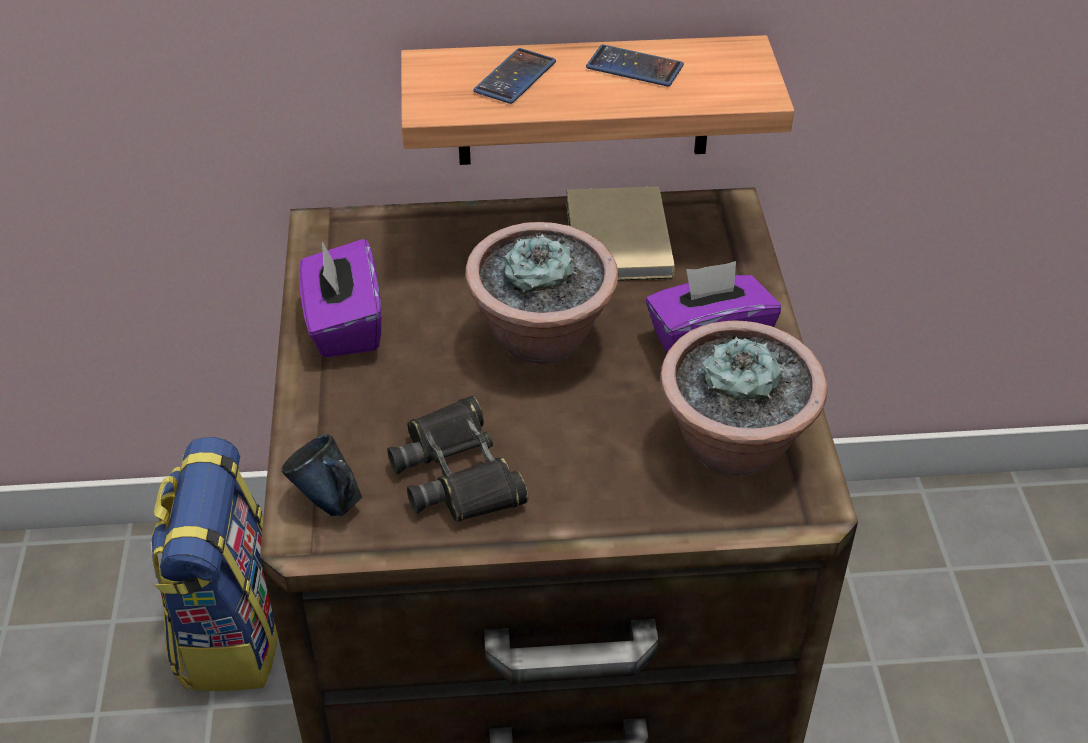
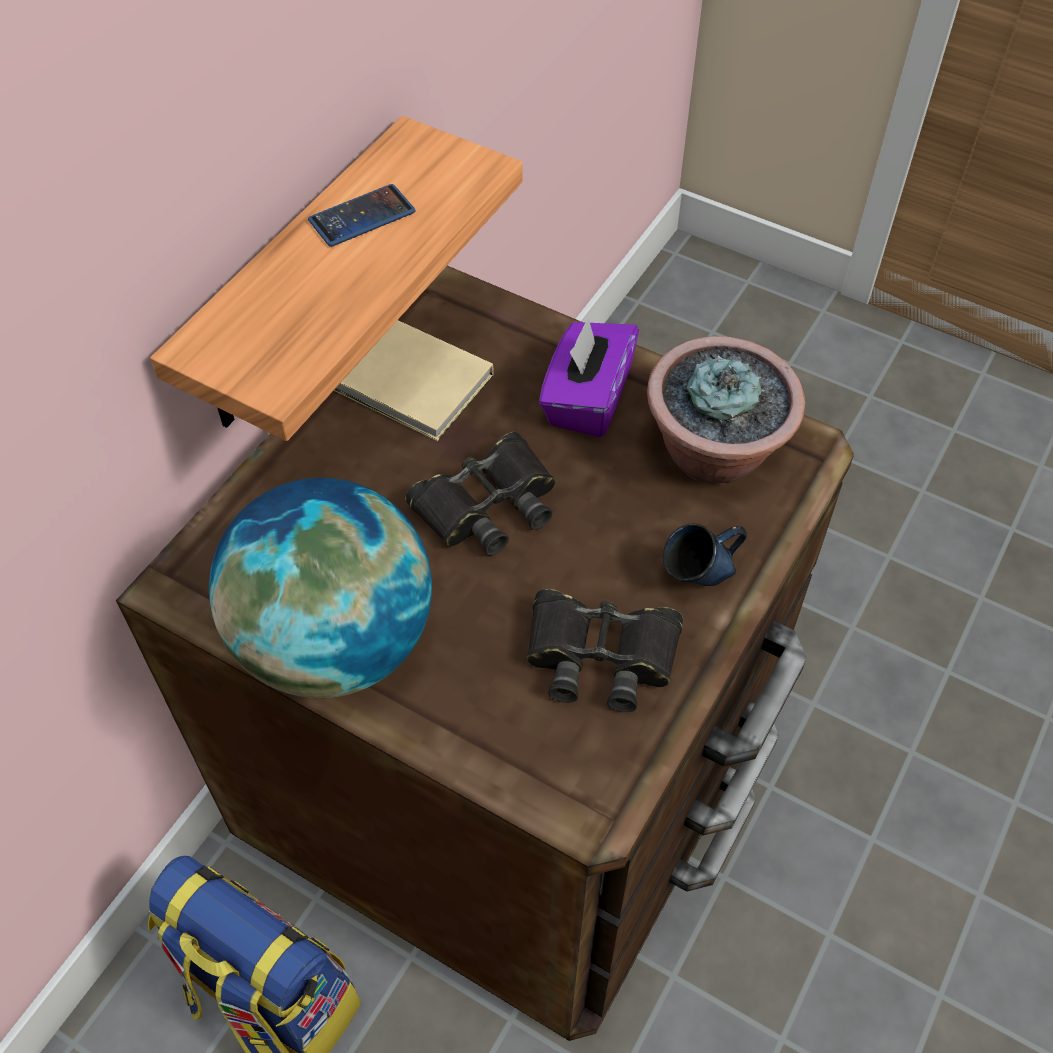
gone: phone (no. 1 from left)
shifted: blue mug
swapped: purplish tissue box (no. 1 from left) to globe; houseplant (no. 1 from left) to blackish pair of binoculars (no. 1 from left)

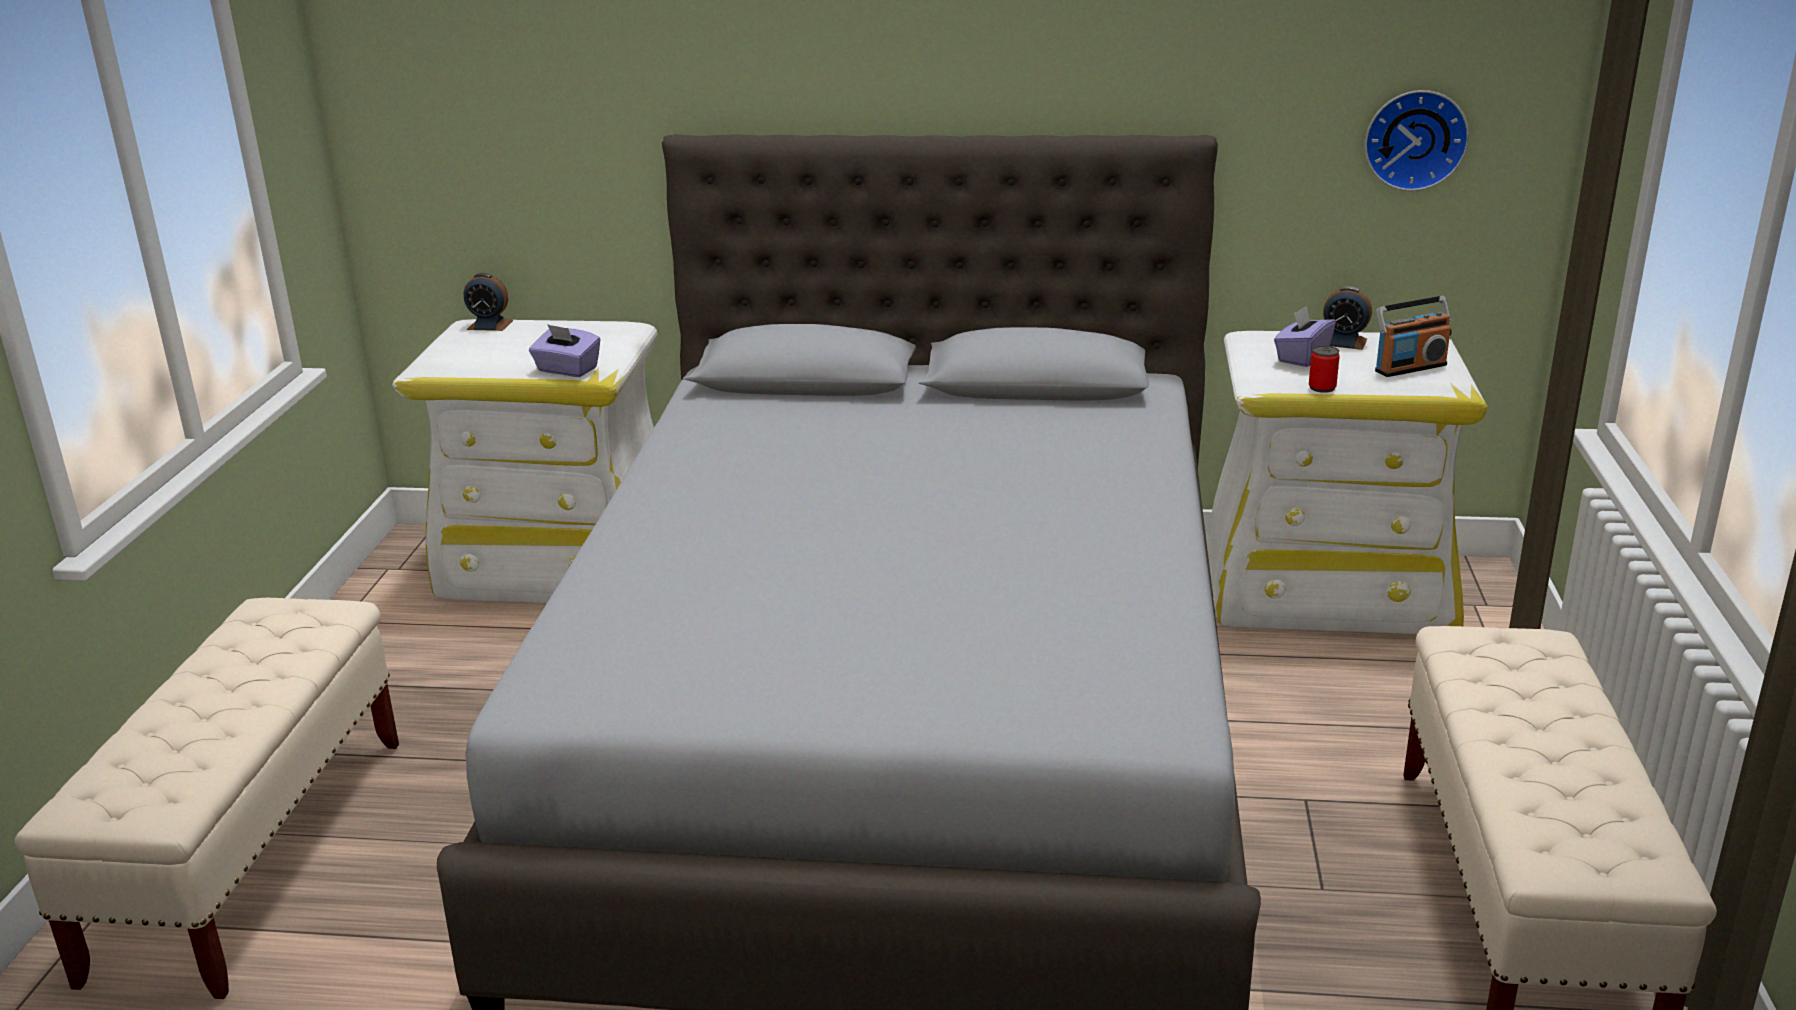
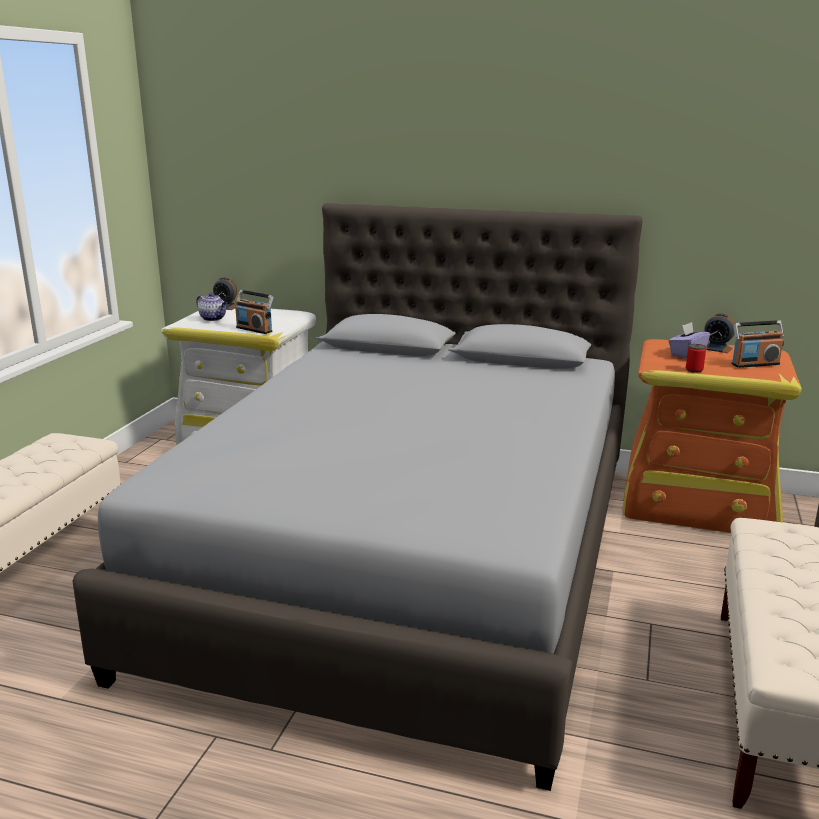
gone: hanging clock
new: pot for tea
swapped: purplish tissue box (no. 1 from left) to radio receiver (no. 1 from left)
repainted: whitish nightstand (no. 2 from left) to orange-coloured nightstand

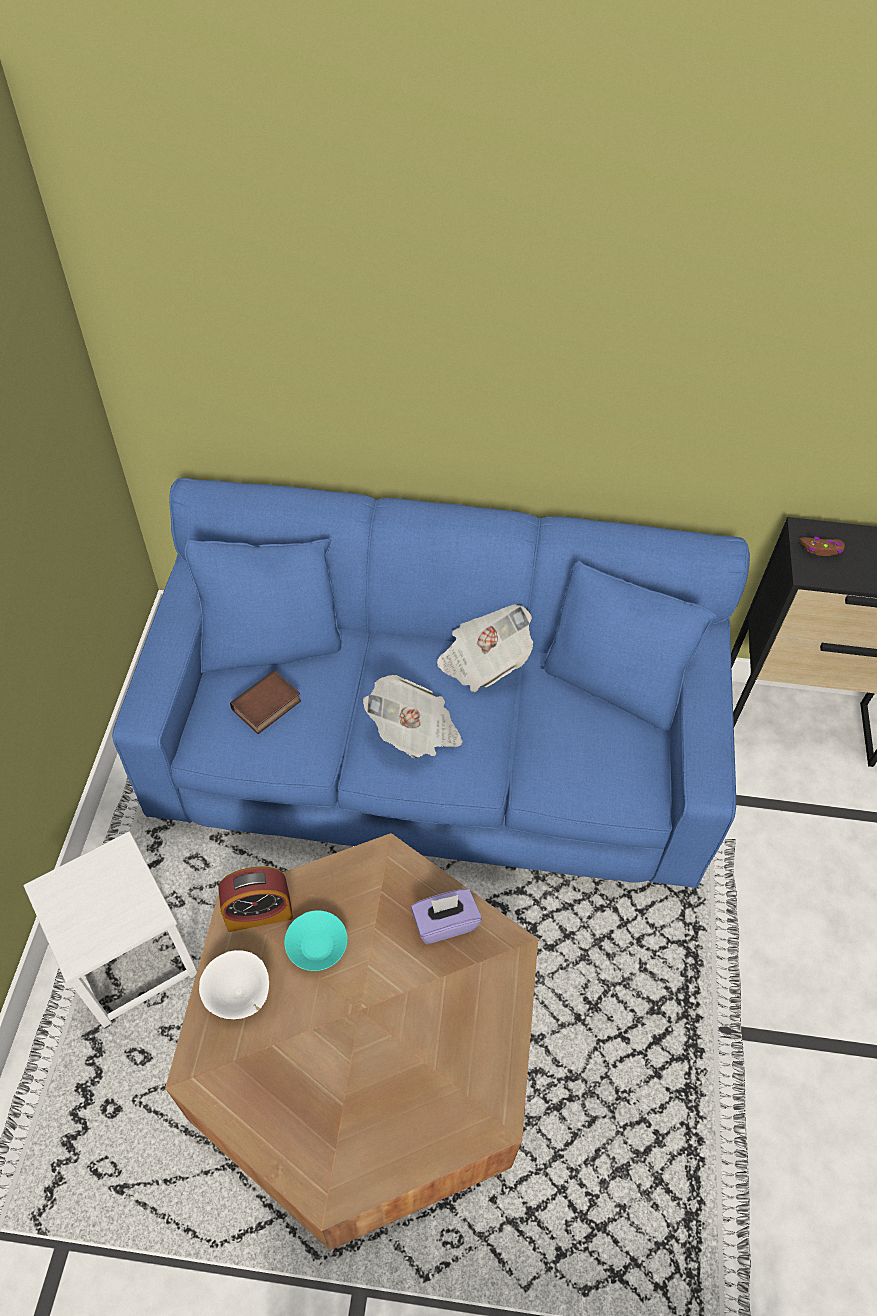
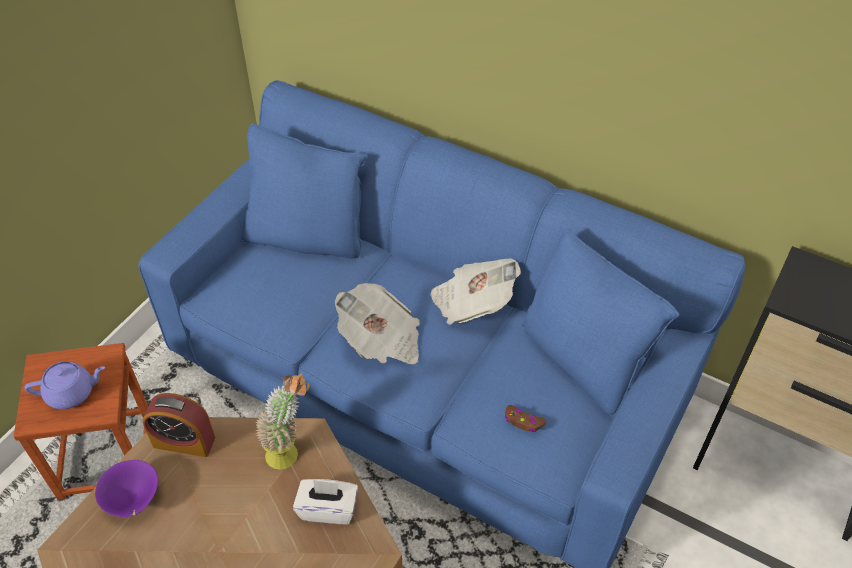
gone: bound book; turquoise serving bowl
new: purplish pot for tea; houseplant
shifted: brownish gamepad
repainted: whitish sitting stool to brownish sitting stool; whitish serving bowl to purplish serving bowl; purplish tissue box to whitish tissue box

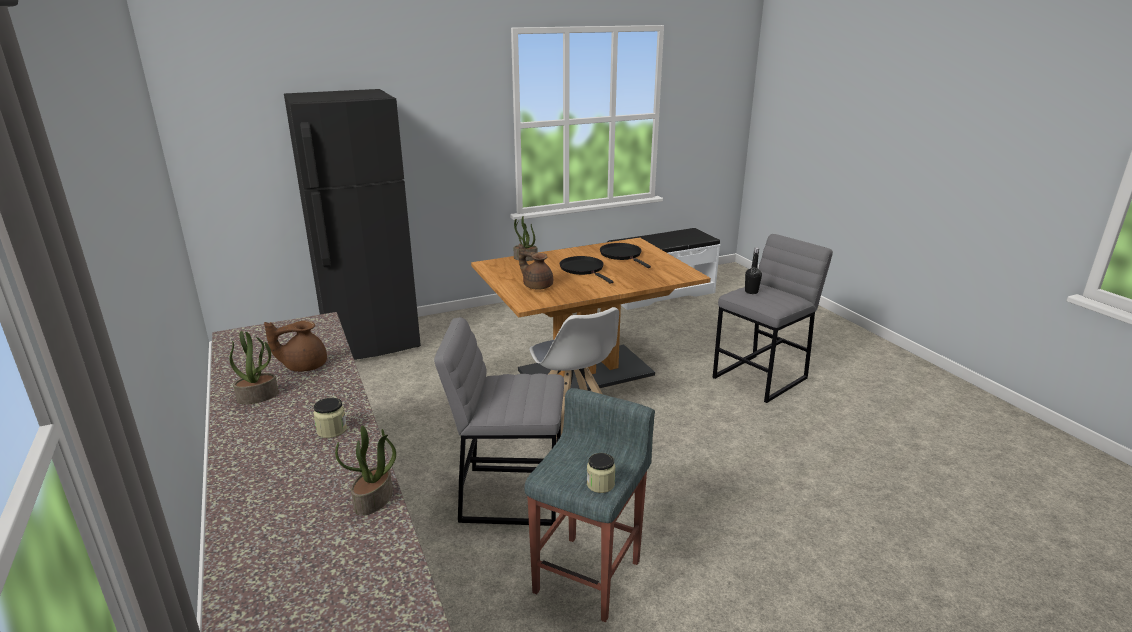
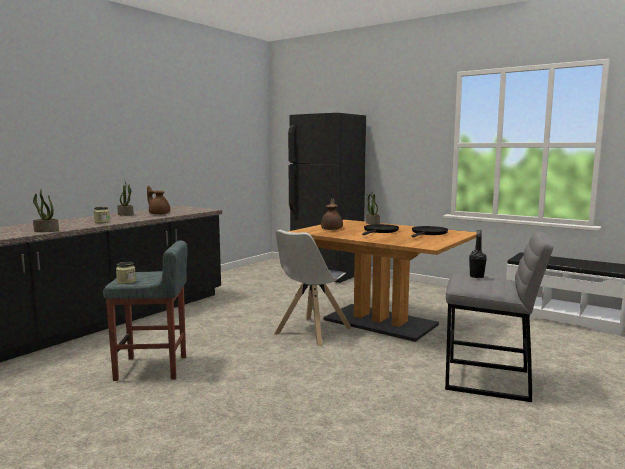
gone: greyish sitting stool (no. 1 from left)

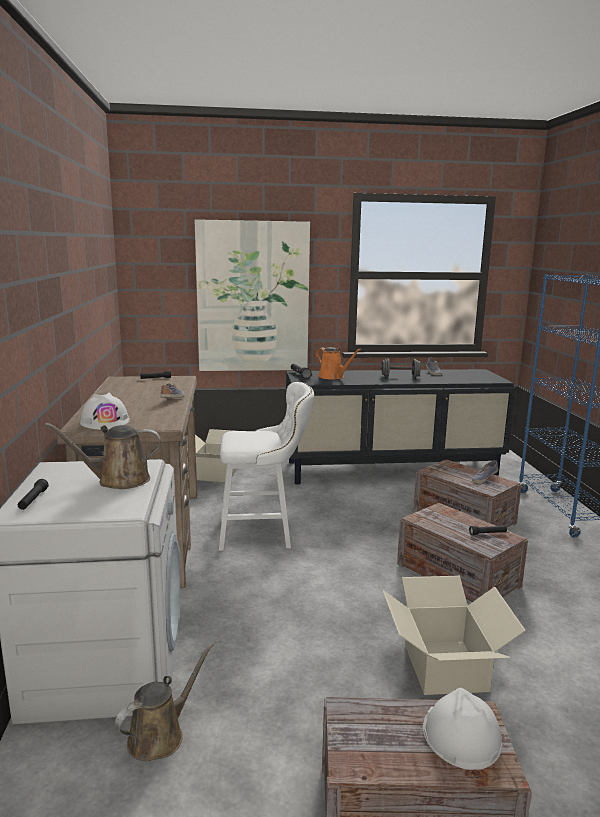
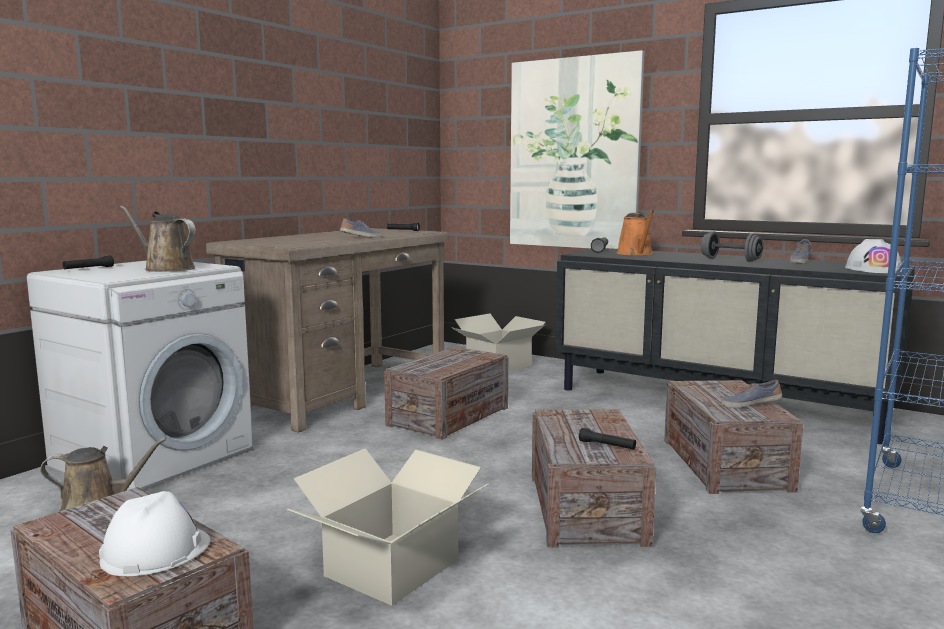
shifted: whitish safety helmet (no. 1 from left in the first image) to whitish safety helmet (no. 2 from left)
swapped: whitish sitting stool to shipping crate (no. 2 from left)

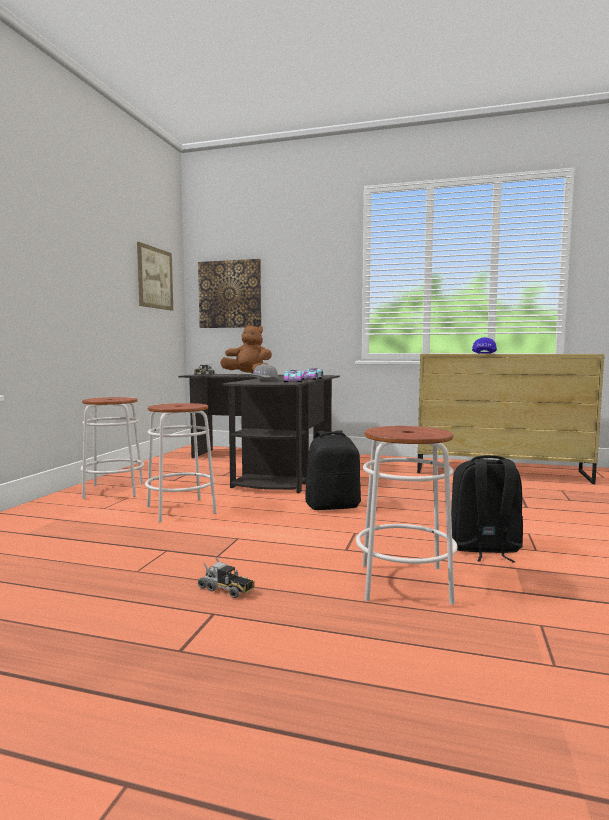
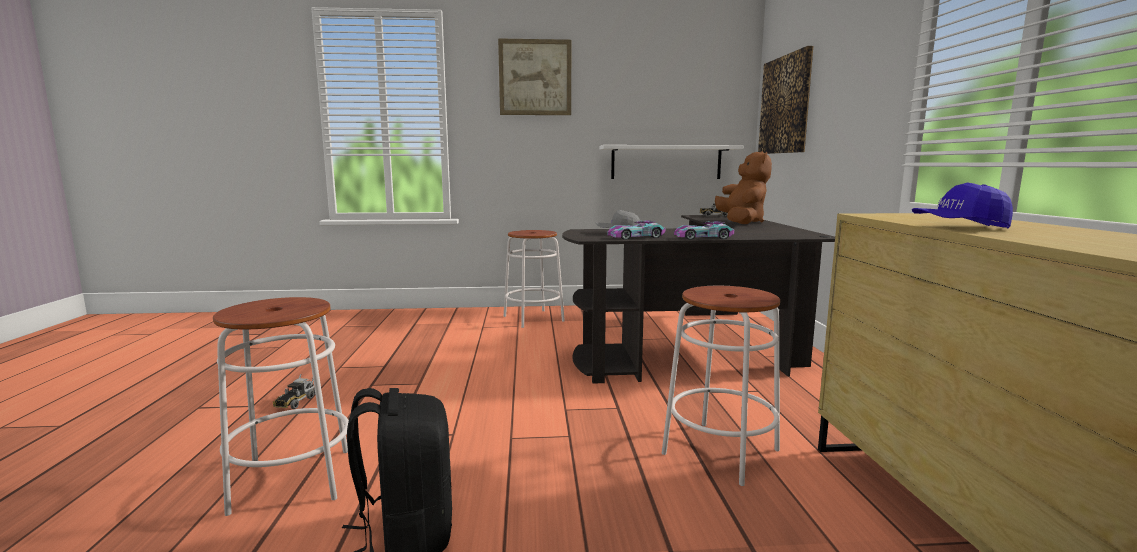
gone: blackish knapsack (no. 1 from left)
new: whitish wall shelf
shifted: picture (no. 1 from left); whitish sitting stool (no. 2 from left in the first image) to whitish sitting stool (no. 3 from left)

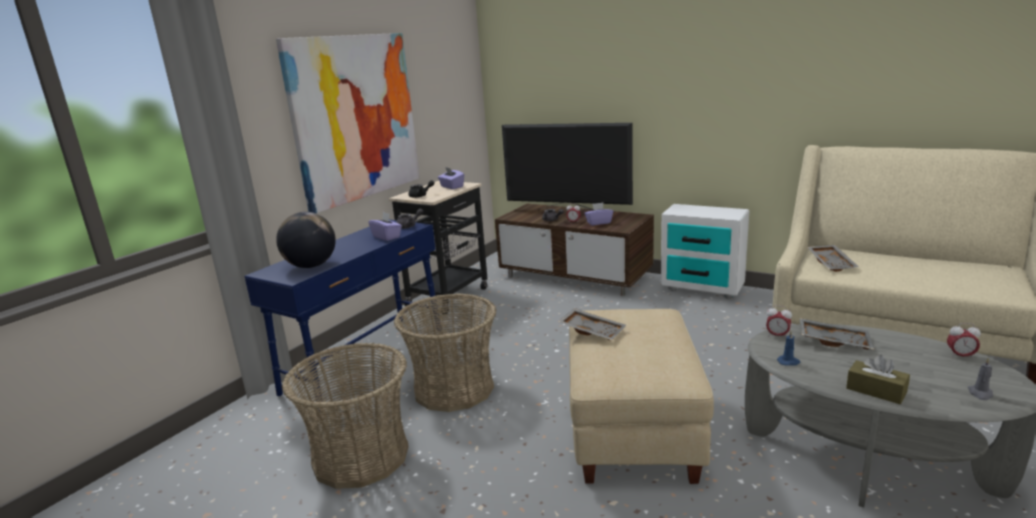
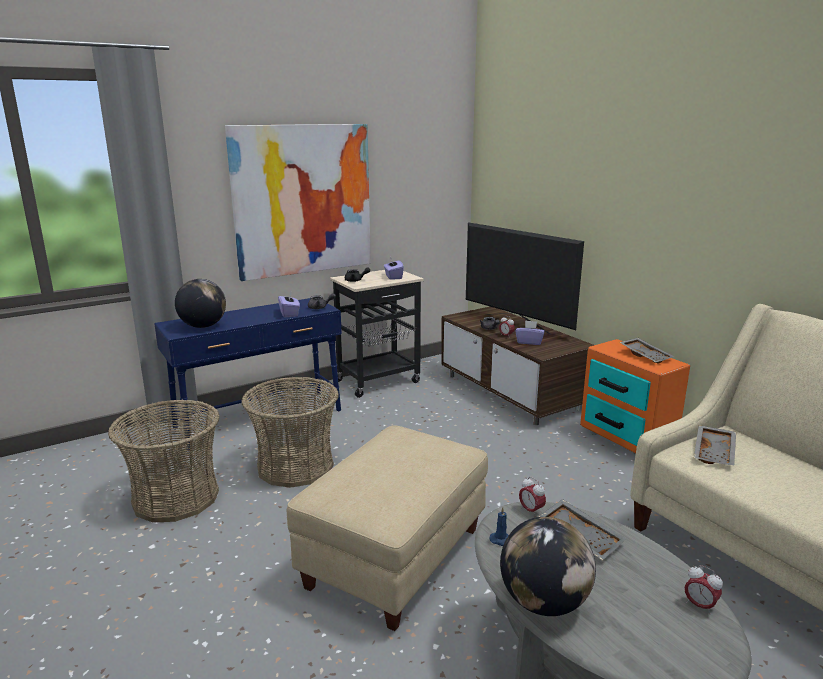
gone: greyish candle
shifted: greyish tray (no. 1 from left in the first image) to greyish tray (no. 2 from left)
swapped: brownish tissue box to globe (no. 2 from left)
repainted: whitish nightstand to orange-coloured nightstand

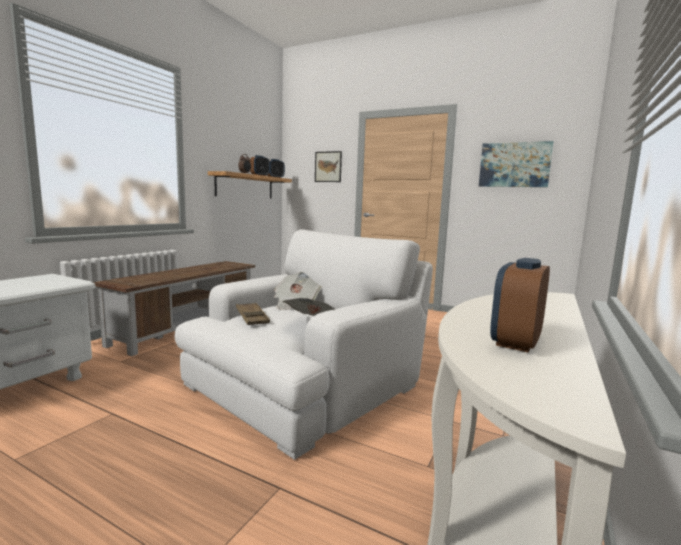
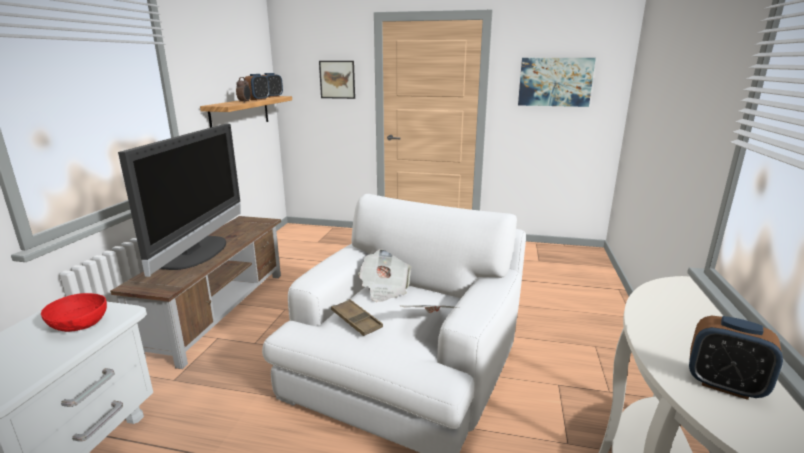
new: red-coloured serving bowl; TV
rotated: alarm clock (no. 4 from left) 75 degrees counterclockwise

